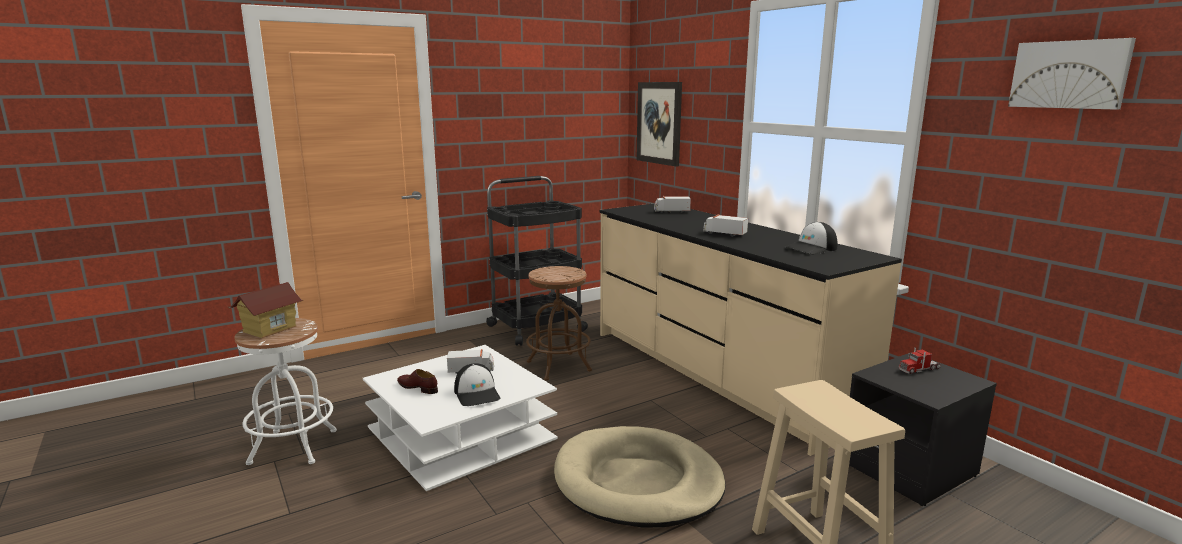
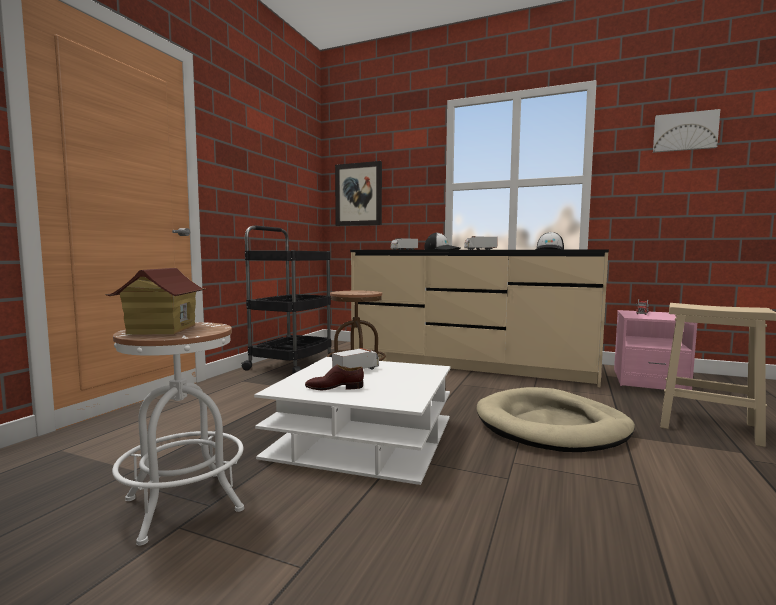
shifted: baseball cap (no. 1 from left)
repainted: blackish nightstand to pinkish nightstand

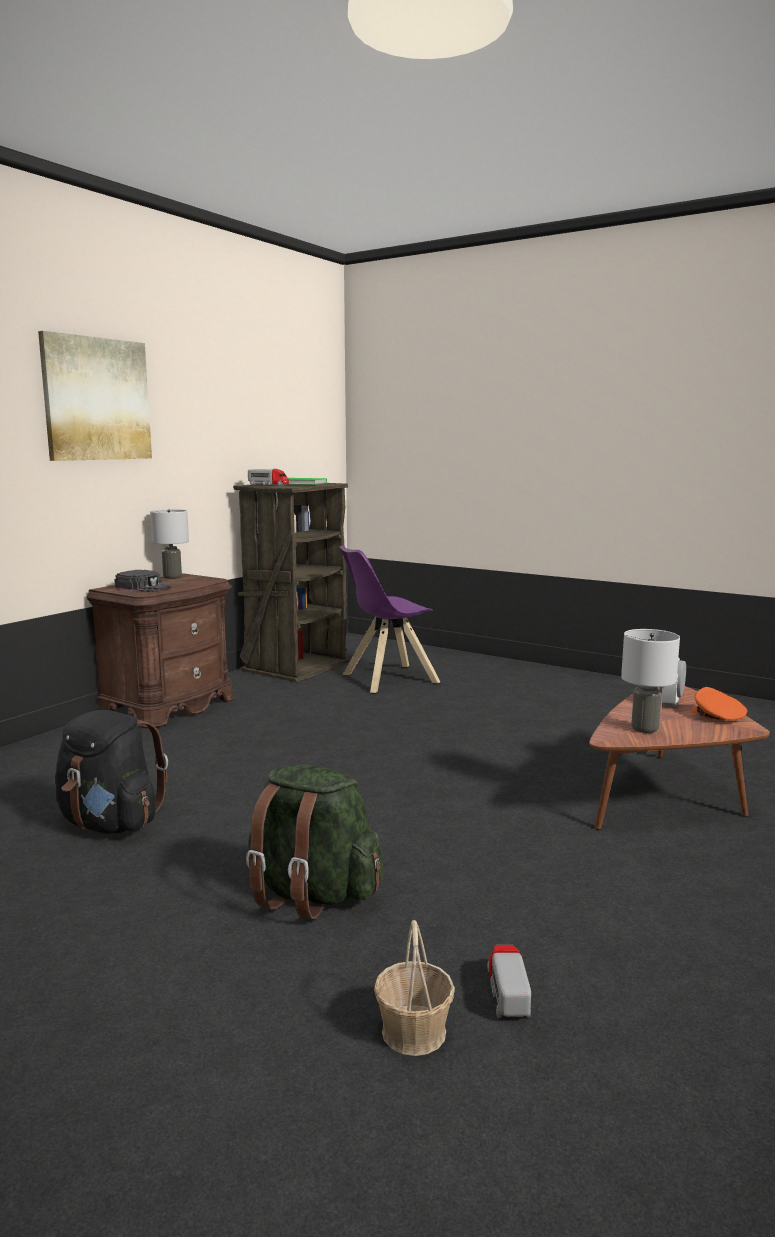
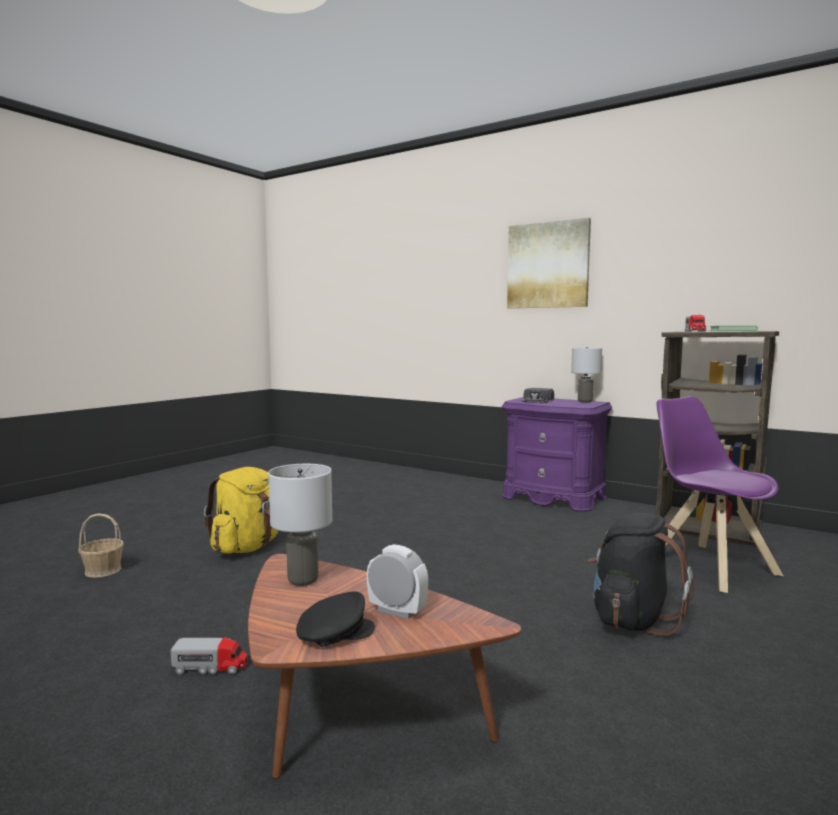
shifted: blackish knapsack; toy truck (no. 2 from left in the first image) to toy truck (no. 1 from left)
repainted: brownish nightstand to purplish nightstand; greenish knapsack to yellowish knapsack; orange-coloured baseball cap to blackish baseball cap (no. 1 from left)

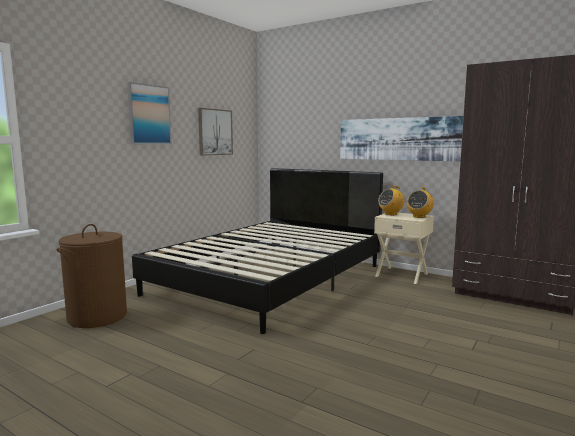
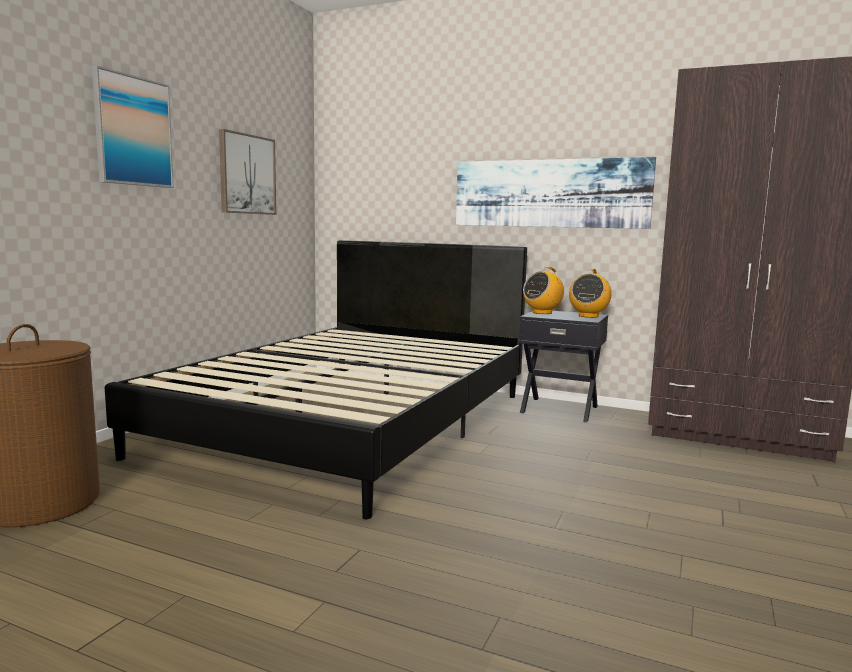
repainted: beige-coloured nightstand to blackish nightstand

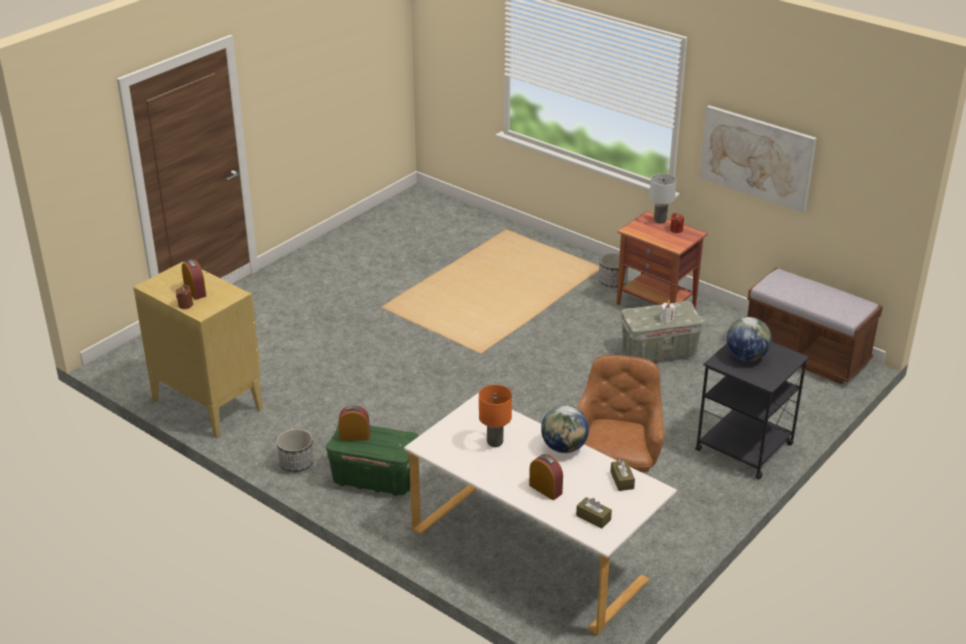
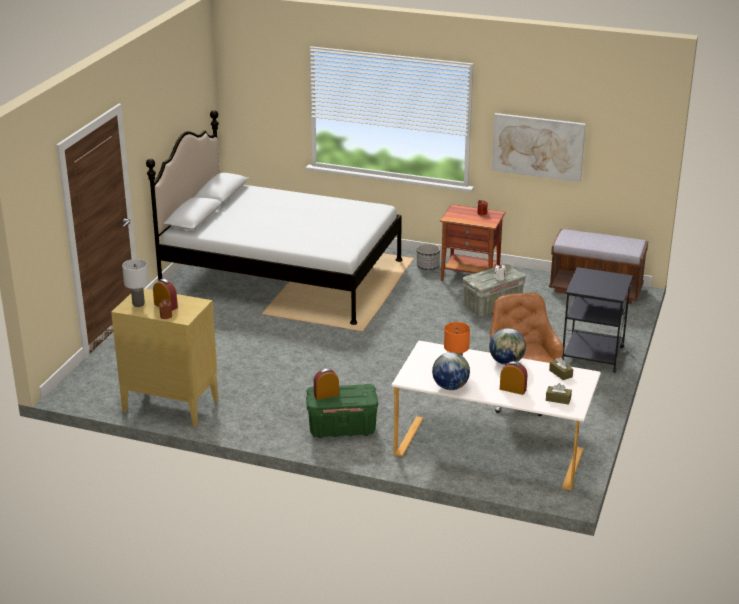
gone: planter (no. 1 from left)
new: whitish sleeping bed
shifted: whitish tabletop lamp; globe (no. 2 from left in the first image) to globe (no. 1 from left)

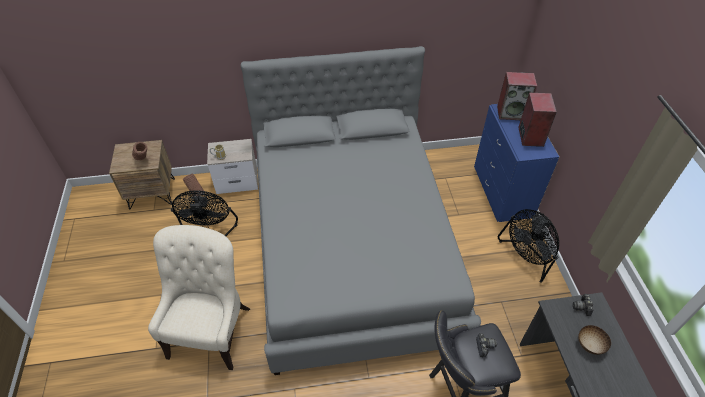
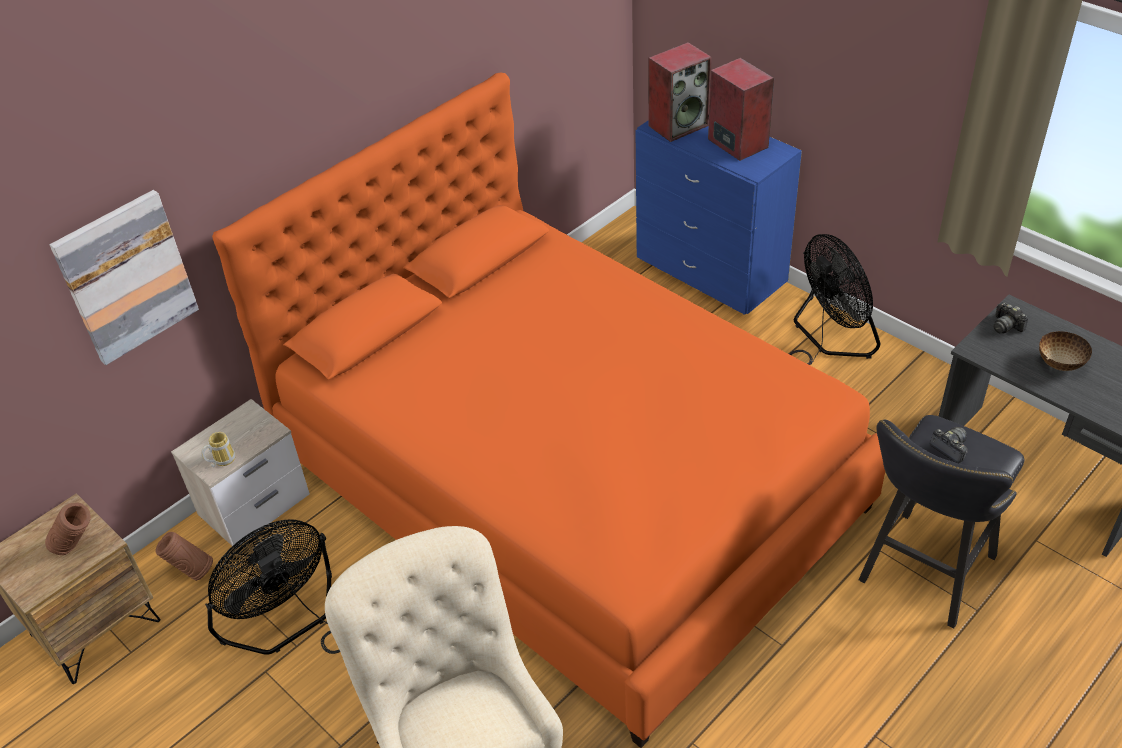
new: picture
repainted: greyish sleeping bed to orange-coloured sleeping bed
rotated: blackish electric fan (no. 2 from left) 135 degrees counterclockwise

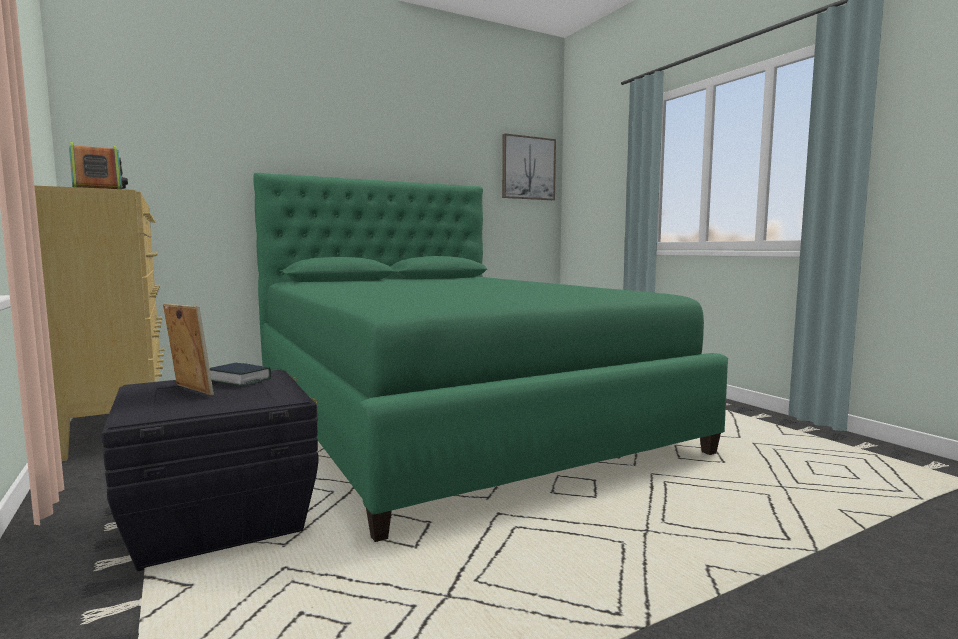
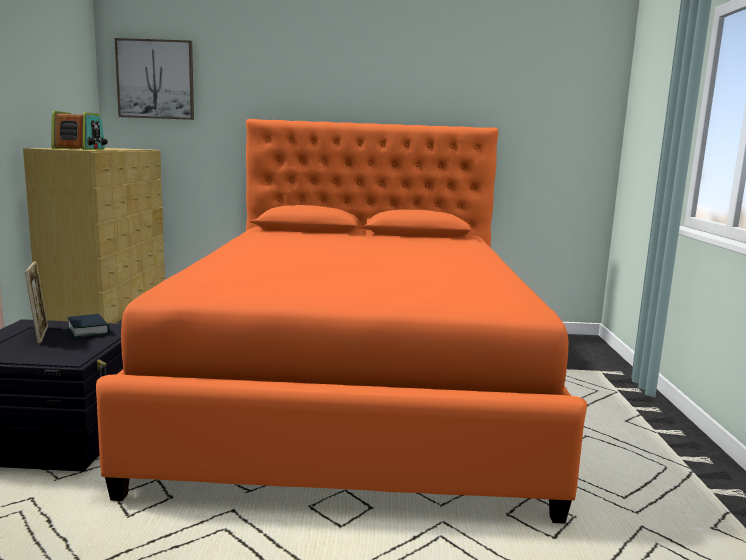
shifted: picture
repainted: greenish sleeping bed to orange-coloured sleeping bed

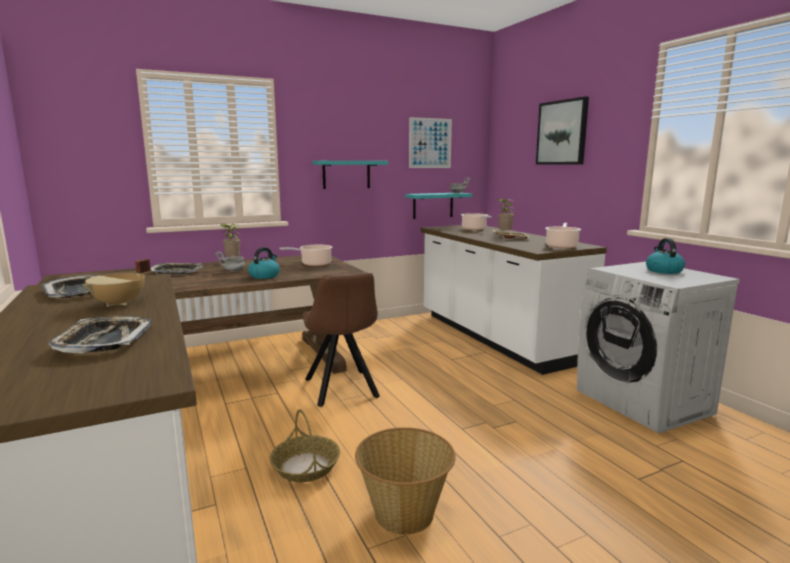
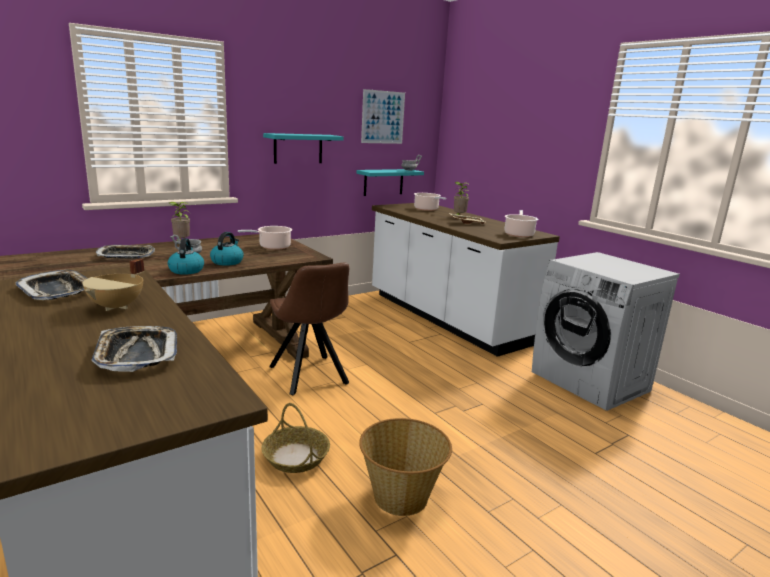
gone: picture (no. 2 from left)
shifted: tea kettle (no. 2 from left in the first image) to tea kettle (no. 1 from left)

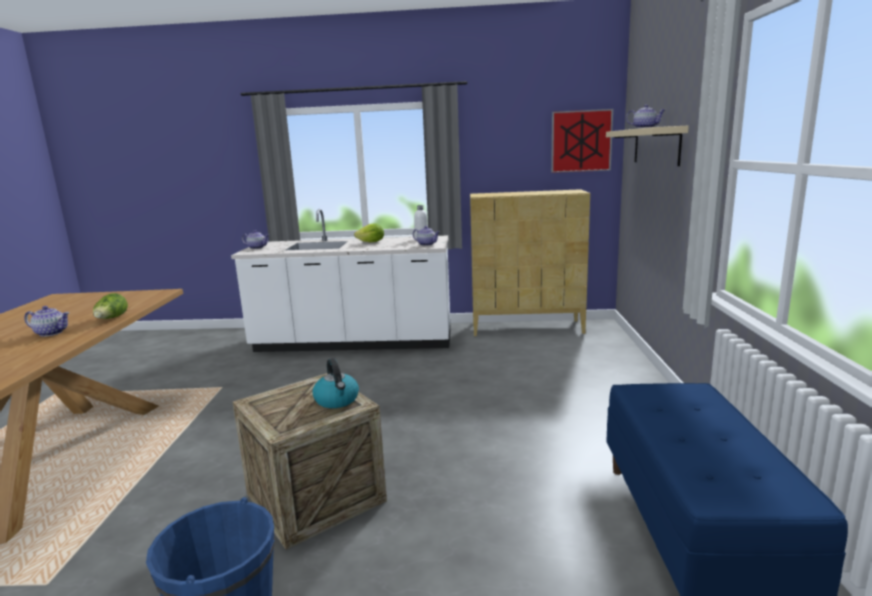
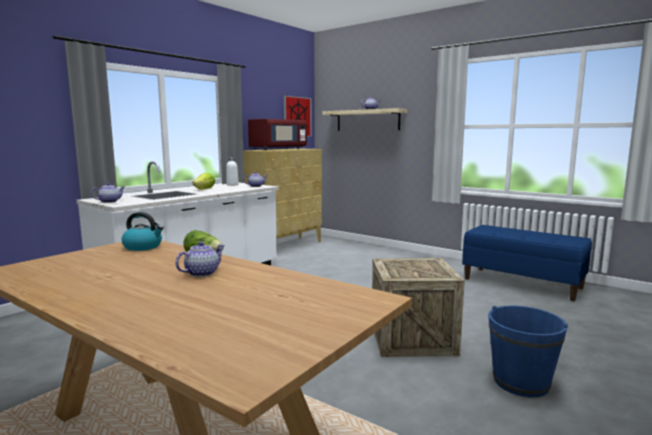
new: red-coloured kitchen microwave
shifted: tea kettle

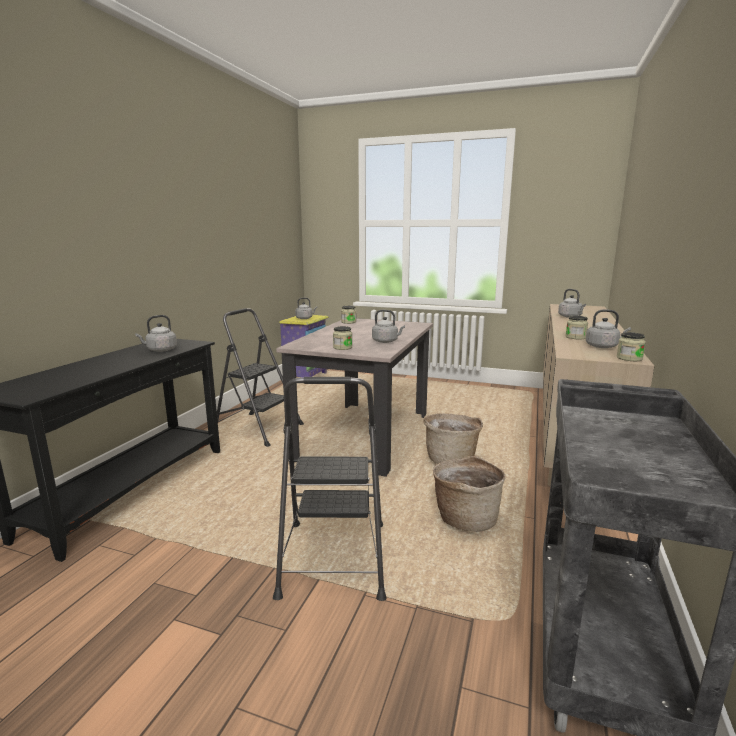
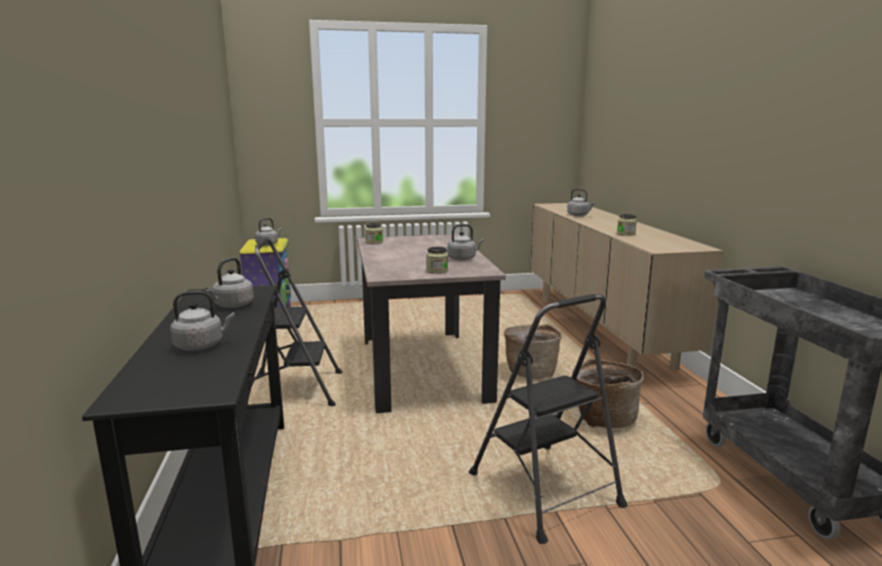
gone: jar (no. 4 from left)
shifted: greyish tea kettle (no. 5 from left in the first image) to greyish tea kettle (no. 1 from left)

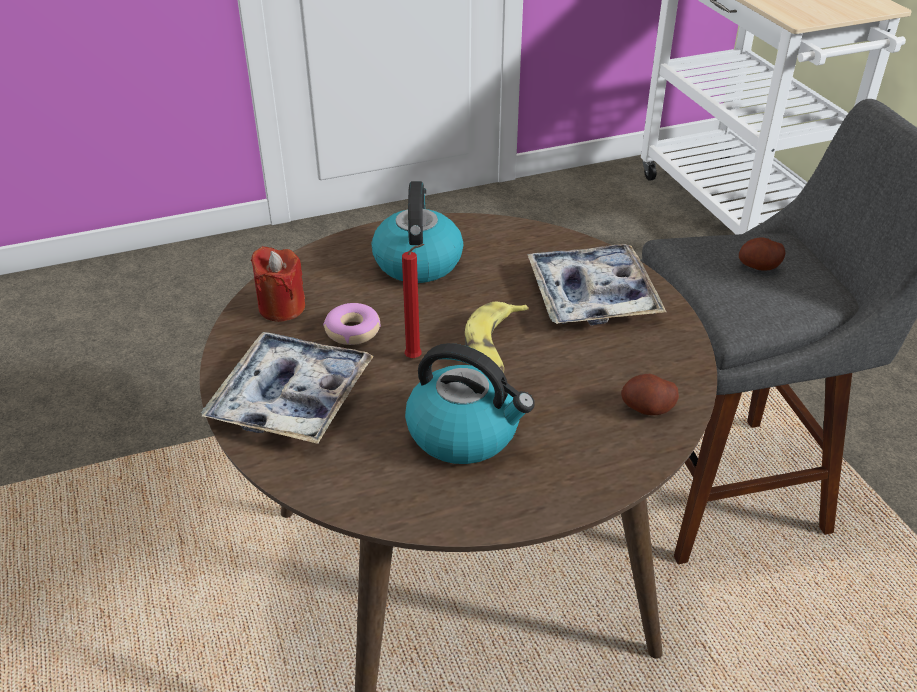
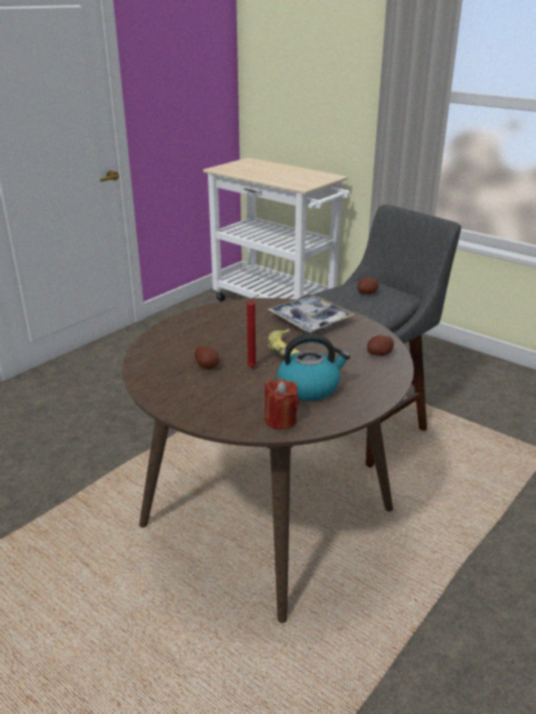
gone: tray (no. 1 from left); tea kettle (no. 1 from left)
shifted: red-coloured candle (no. 1 from left in the first image) to red-coloured candle (no. 2 from left)
swapped: donut to potato (no. 1 from left)

